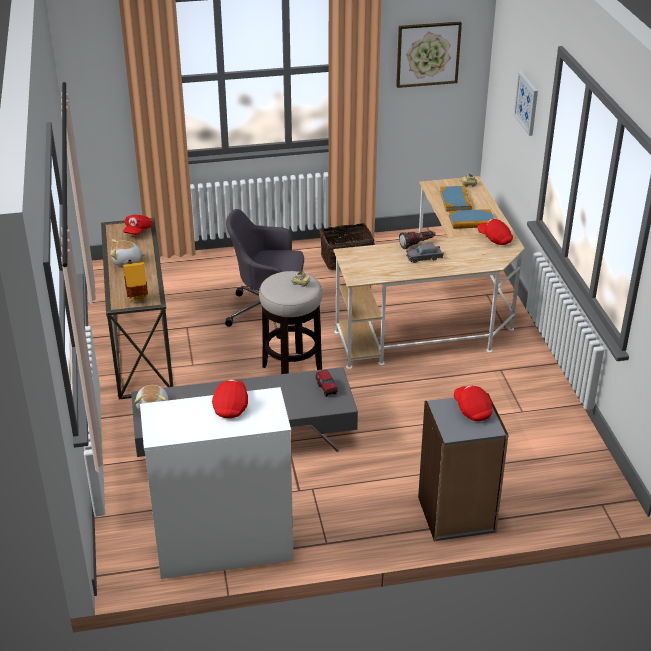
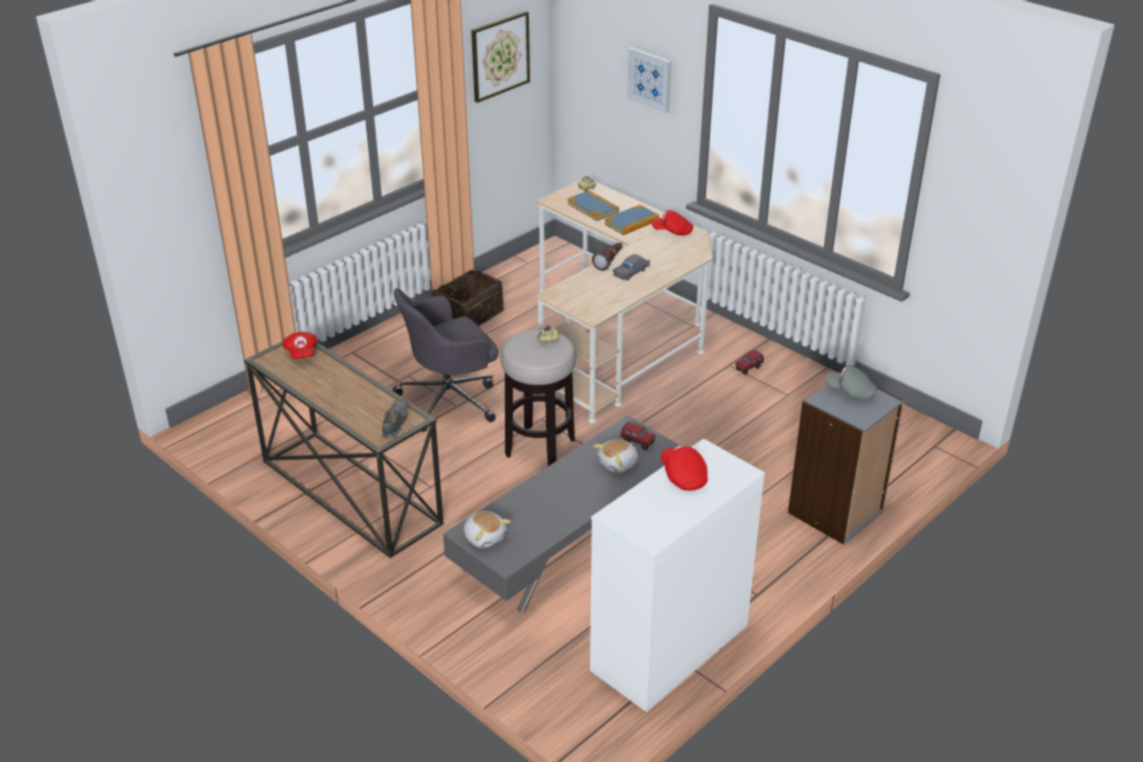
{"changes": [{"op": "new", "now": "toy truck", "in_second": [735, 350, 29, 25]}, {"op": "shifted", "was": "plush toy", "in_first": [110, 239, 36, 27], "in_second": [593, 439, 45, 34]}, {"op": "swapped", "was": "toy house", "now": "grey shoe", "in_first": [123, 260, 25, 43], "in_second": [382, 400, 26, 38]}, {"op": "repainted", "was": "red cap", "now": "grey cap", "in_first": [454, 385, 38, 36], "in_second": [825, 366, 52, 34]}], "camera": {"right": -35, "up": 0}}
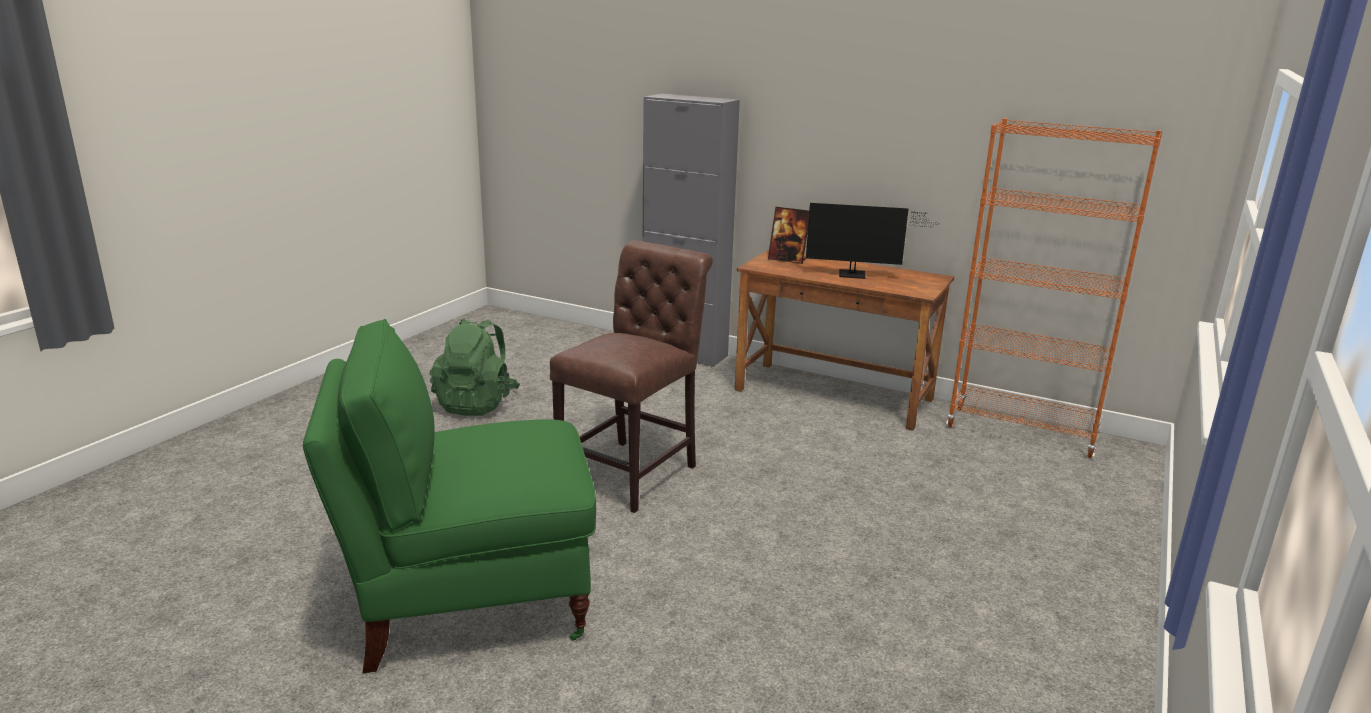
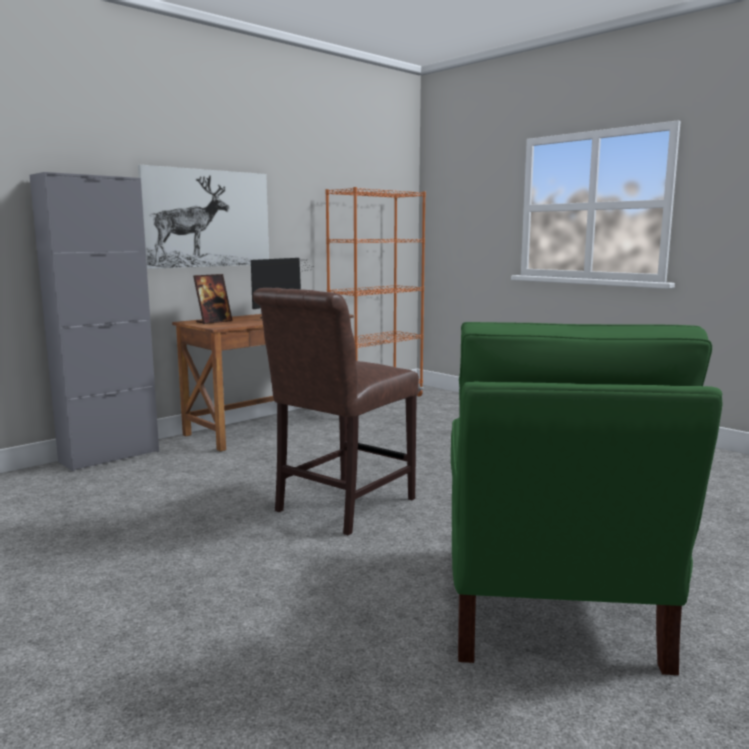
{"changes": [{"op": "gone", "was": "green backpack", "in_first": [430, 318, 90, 98]}, {"op": "new", "now": "picture", "in_second": [138, 165, 131, 104]}, {"op": "rotated", "was": "brown chair", "in_first": [550, 240, 163, 273], "in_second": [253, 288, 166, 247], "clockwise": -105}], "camera": {"right": -70, "up": -10}}
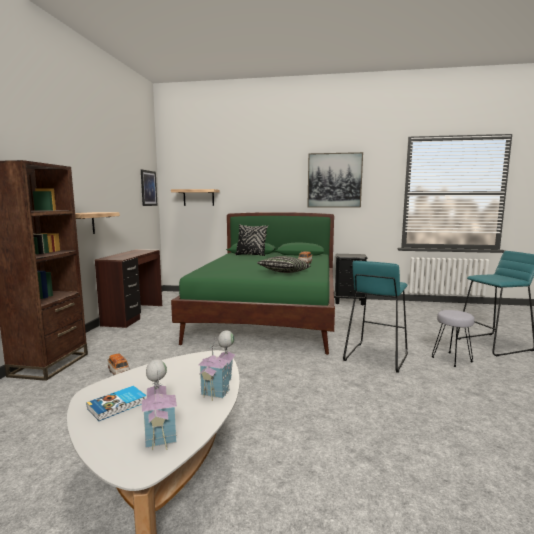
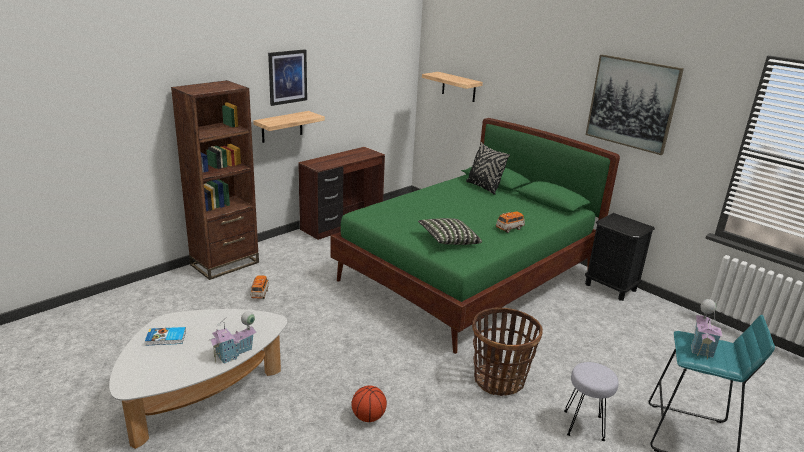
{"changes": [{"op": "new", "now": "basketball", "in_second": [351, 385, 36, 37]}, {"op": "shifted", "was": "picture", "in_first": [141, 170, 17, 36], "in_second": [268, 49, 39, 57]}, {"op": "shifted", "was": "toy house", "in_first": [142, 360, 36, 90], "in_second": [691, 299, 32, 61]}, {"op": "swapped", "was": "turquoise stool", "now": "basket", "in_first": [343, 261, 65, 112], "in_second": [472, 308, 71, 88]}], "camera": {"right": 35, "up": 15}}
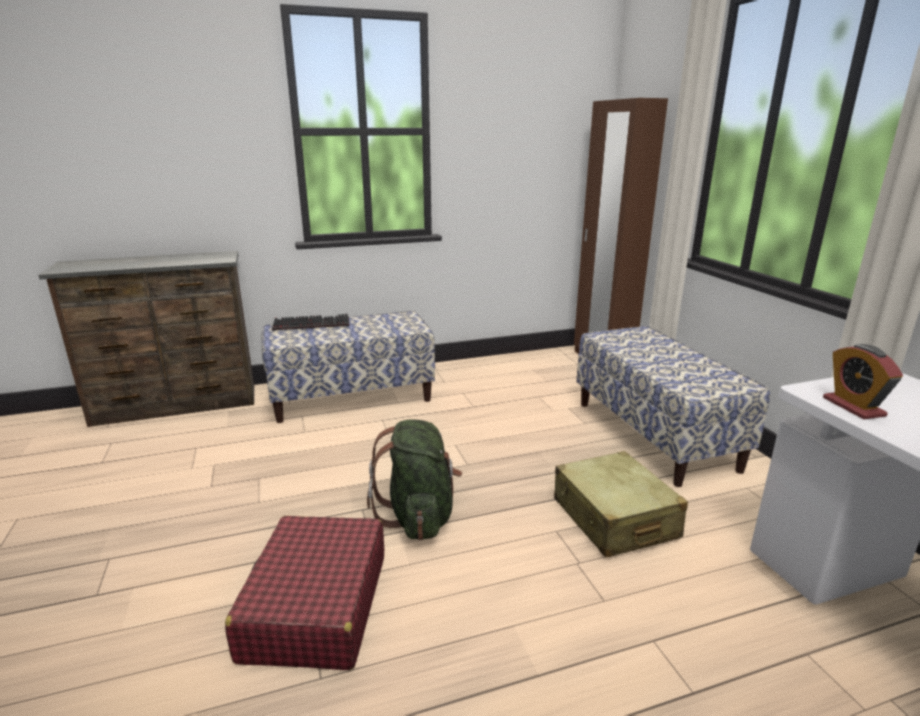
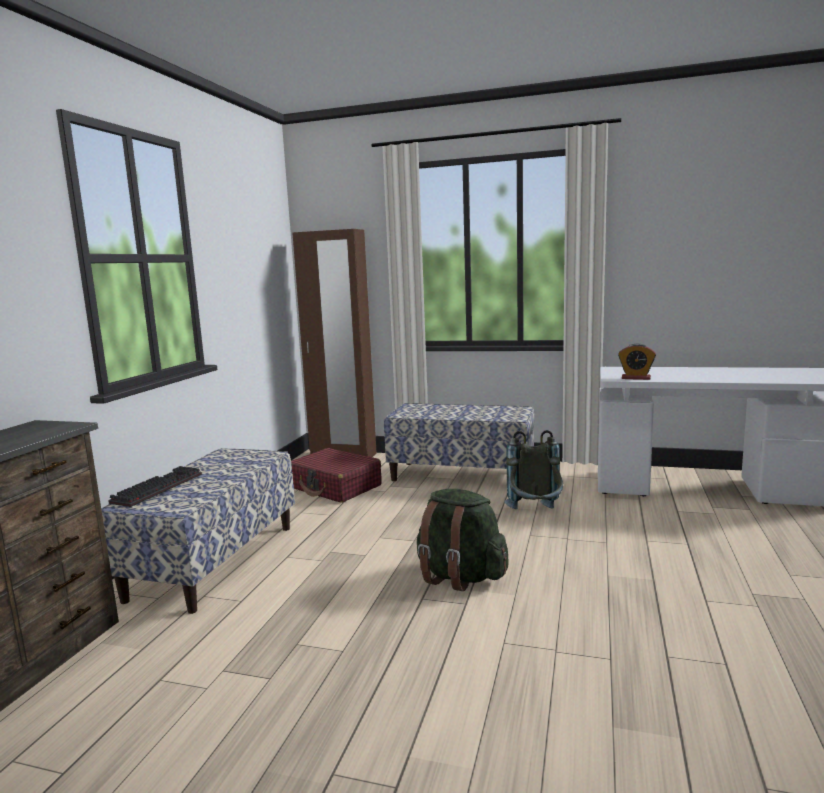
{"changes": [{"op": "shifted", "was": "red suitcase", "in_first": [225, 516, 159, 154], "in_second": [291, 448, 91, 55]}, {"op": "swapped", "was": "beige suitcase", "now": "grey backpack", "in_first": [554, 451, 134, 107], "in_second": [504, 430, 59, 79]}], "camera": {"right": -55, "up": -10}}
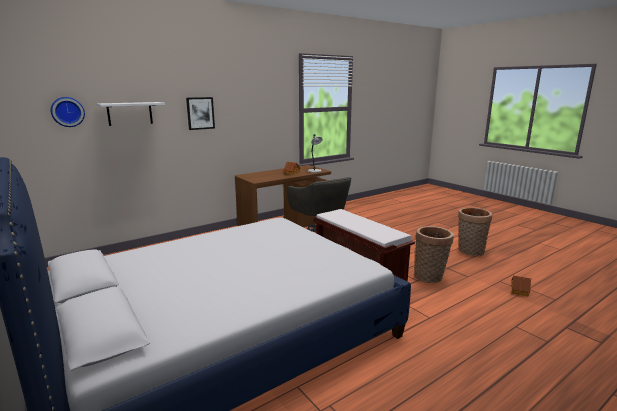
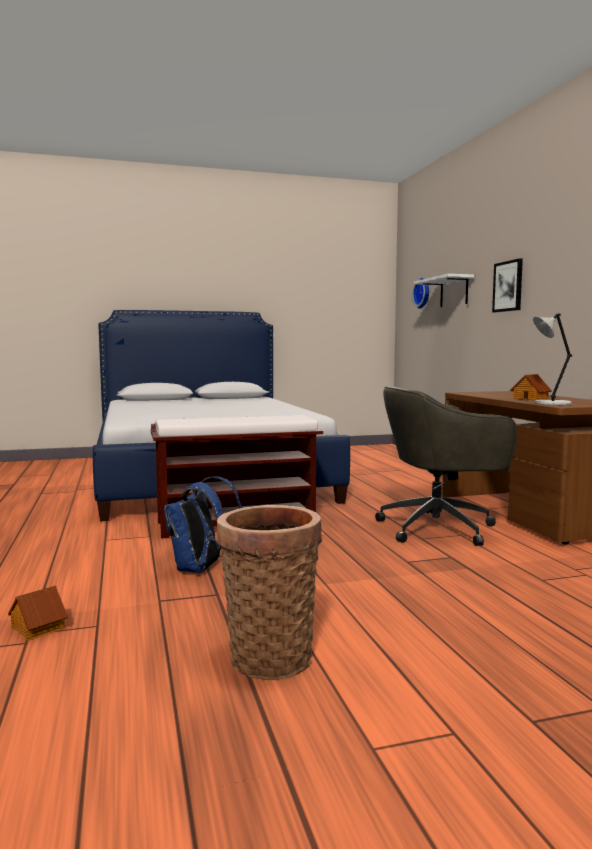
{"changes": [{"op": "swapped", "was": "basket", "now": "blue backpack", "in_first": [414, 226, 40, 57], "in_second": [164, 476, 78, 97]}], "camera": {"right": 110, "up": -10}}
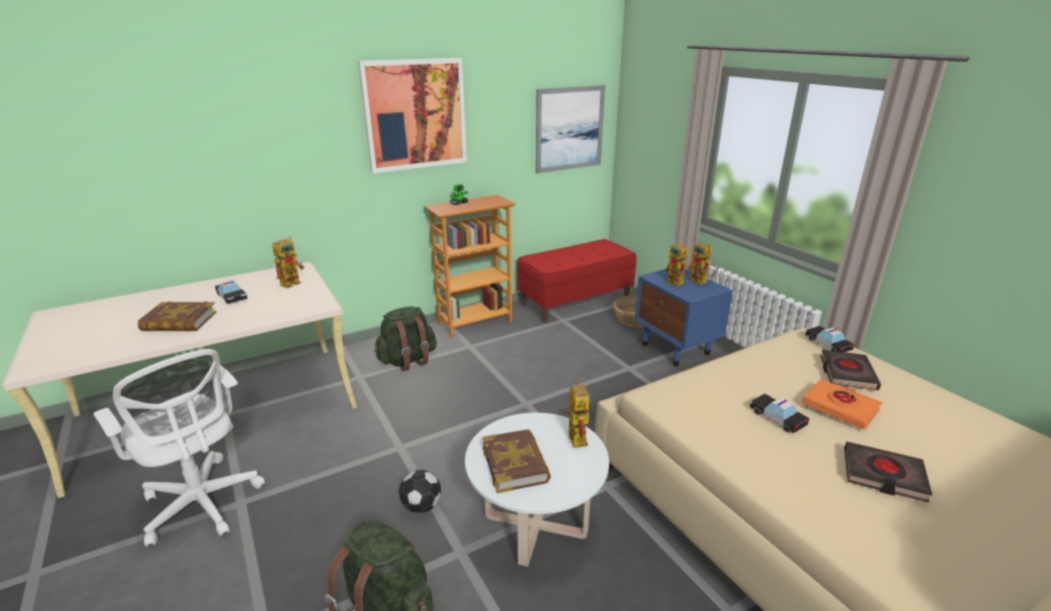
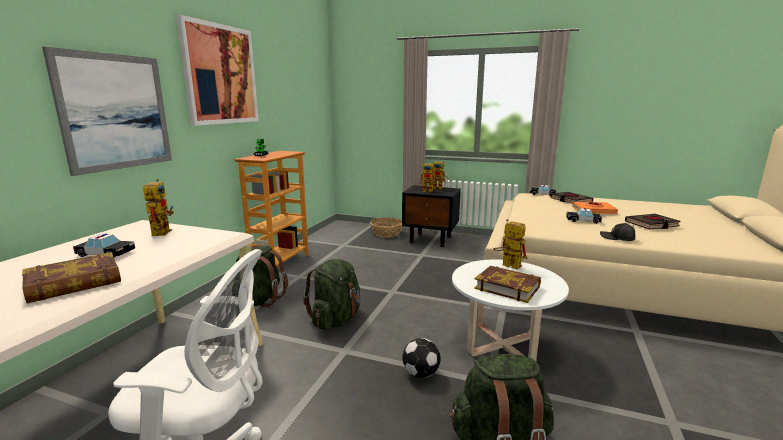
{"changes": [{"op": "gone", "was": "red bench", "in_first": [517, 239, 120, 83]}, {"op": "new", "now": "green backpack", "in_second": [303, 259, 57, 71]}, {"op": "new", "now": "black cap", "in_second": [600, 223, 35, 18]}, {"op": "shifted", "was": "picture", "in_first": [536, 85, 69, 88], "in_second": [42, 46, 130, 130]}, {"op": "repainted", "was": "blue nightstand", "now": "black nightstand", "in_first": [634, 269, 99, 98], "in_second": [402, 185, 59, 62]}], "camera": {"right": -40, "up": -10}}
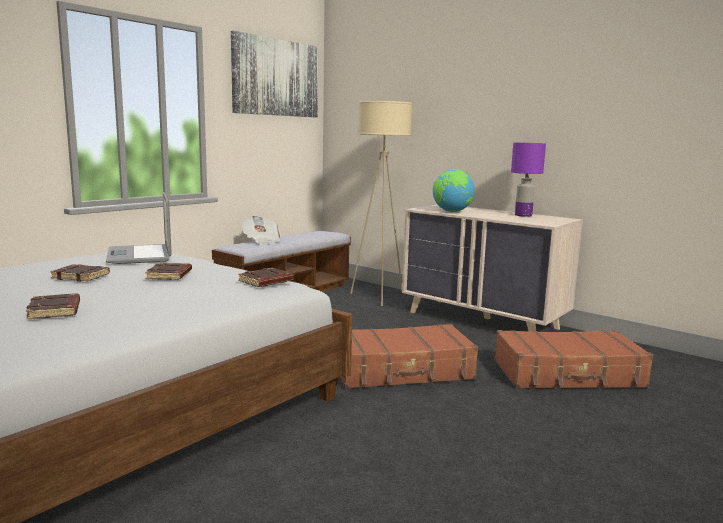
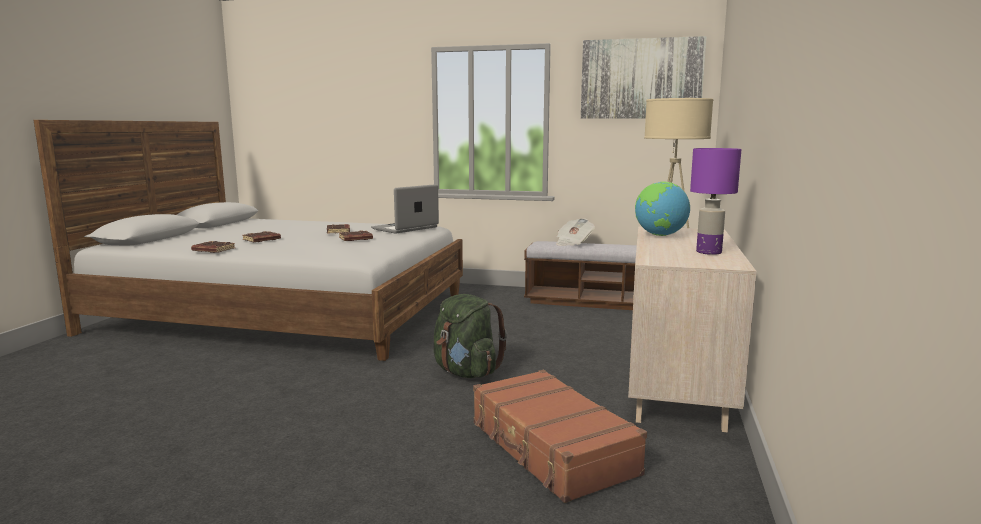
{"changes": [{"op": "shifted", "was": "brown book", "in_first": [238, 268, 56, 19], "in_second": [191, 241, 44, 12]}, {"op": "swapped", "was": "brown suitcase", "now": "green backpack", "in_first": [340, 324, 138, 65], "in_second": [433, 294, 74, 84]}], "camera": {"right": 65, "up": 0}}
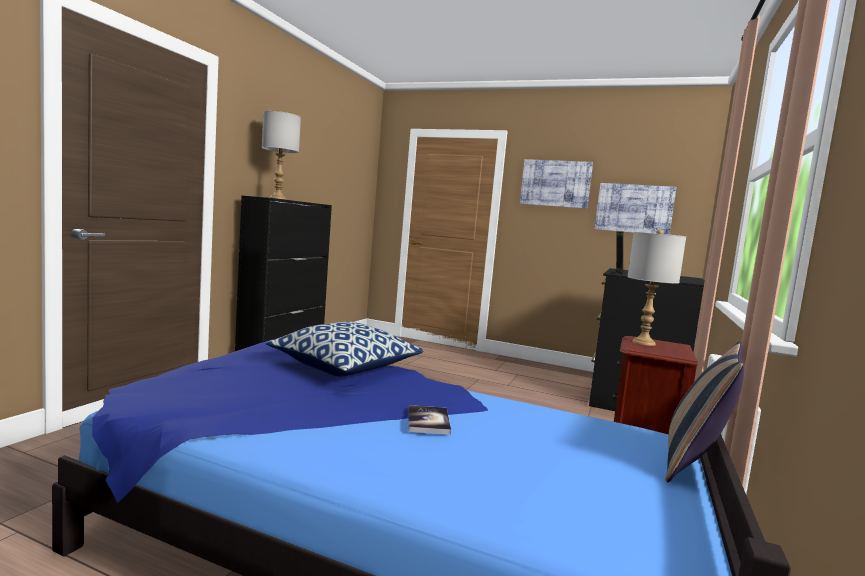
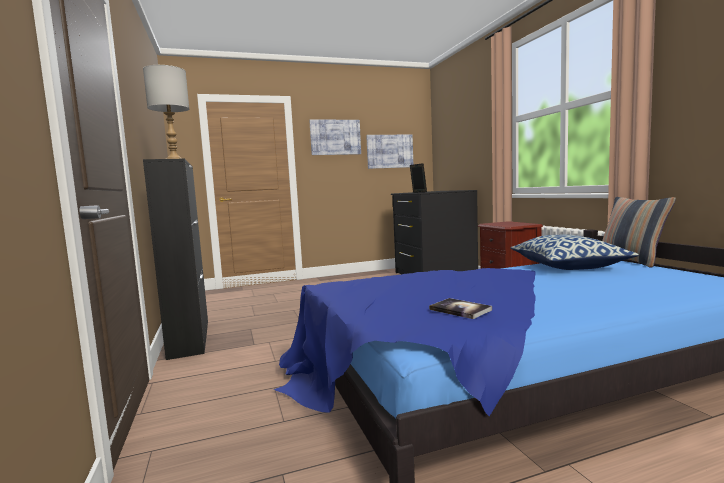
{"changes": [{"op": "gone", "was": "grey table lamp", "in_first": [628, 230, 58, 116]}, {"op": "shifted", "was": "pillow", "in_first": [266, 321, 158, 55], "in_second": [511, 235, 128, 35]}, {"op": "shifted", "was": "book", "in_first": [408, 405, 43, 30], "in_second": [429, 298, 63, 21]}], "camera": {"right": -40, "up": 0}}
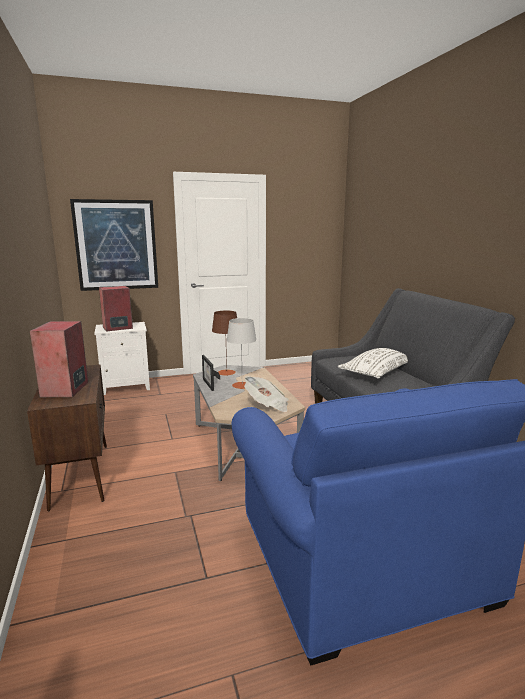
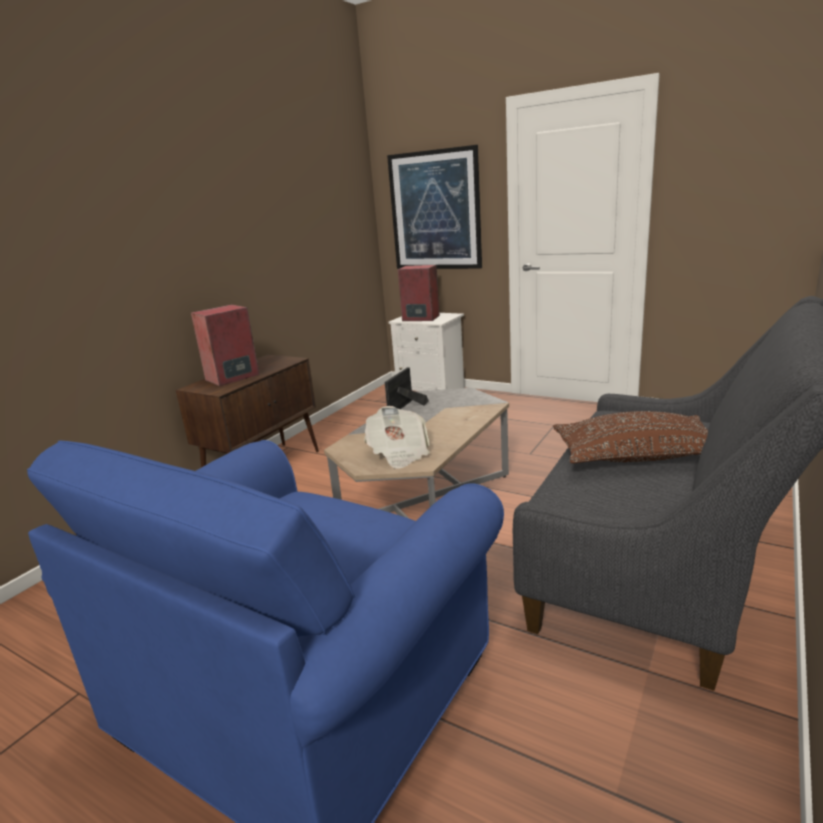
{"changes": [{"op": "gone", "was": "brown table lamp", "in_first": [212, 310, 25, 66]}, {"op": "gone", "was": "grey table lamp", "in_first": [226, 318, 31, 71]}, {"op": "repainted", "was": "white pillow", "now": "brown pillow", "in_first": [338, 348, 70, 31], "in_second": [553, 411, 155, 52]}], "camera": {"right": 50, "up": 5}}
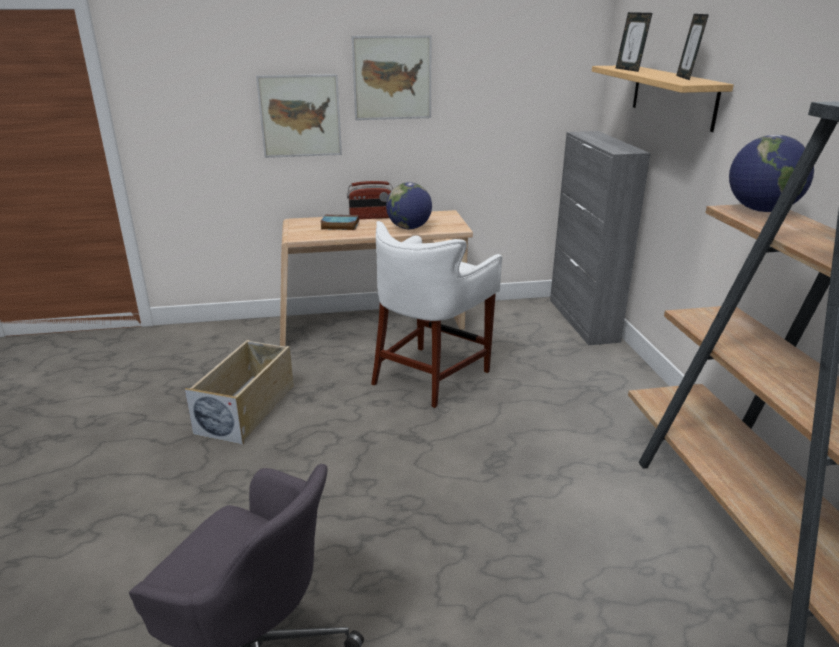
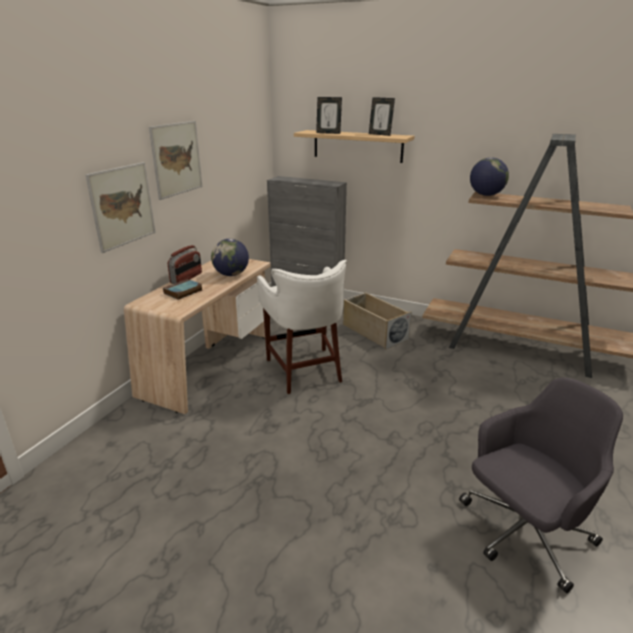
{"changes": [{"op": "shifted", "was": "beige storage box", "in_first": [185, 340, 109, 105], "in_second": [343, 292, 68, 58]}], "camera": {"right": -55, "up": 0}}
